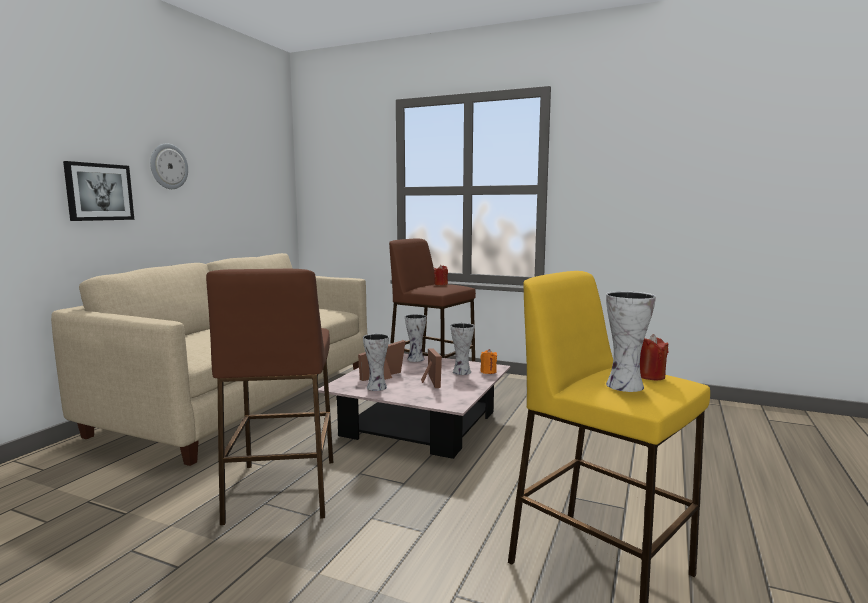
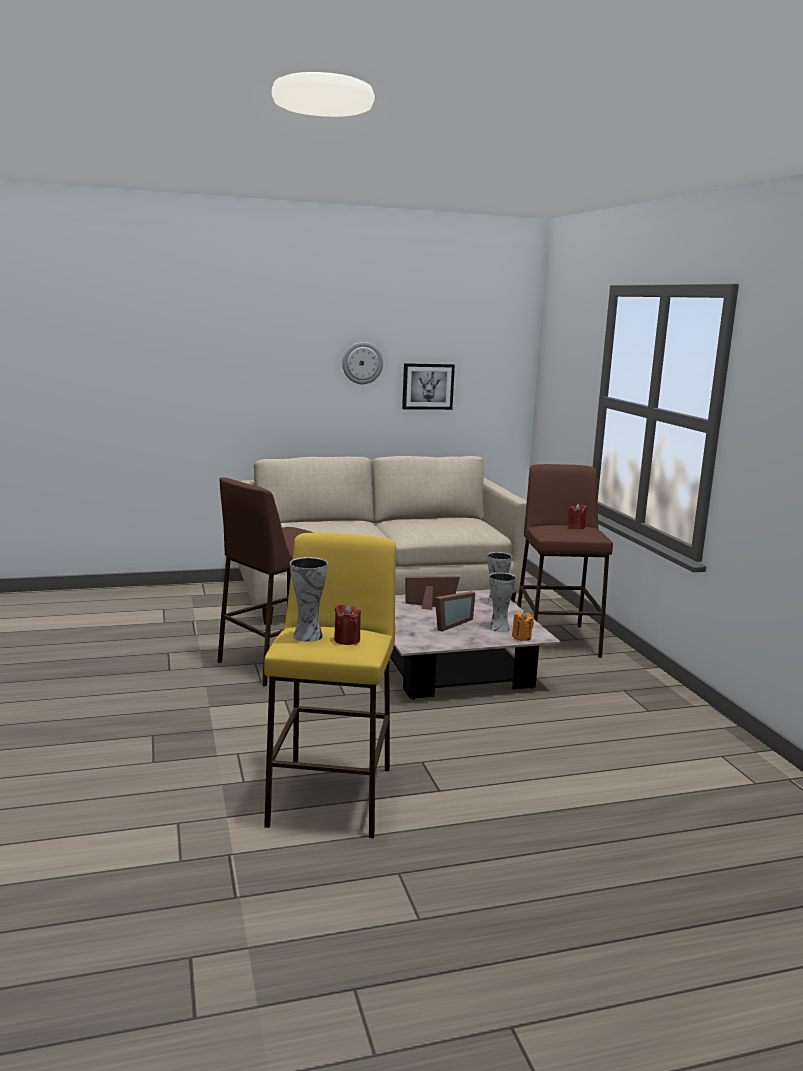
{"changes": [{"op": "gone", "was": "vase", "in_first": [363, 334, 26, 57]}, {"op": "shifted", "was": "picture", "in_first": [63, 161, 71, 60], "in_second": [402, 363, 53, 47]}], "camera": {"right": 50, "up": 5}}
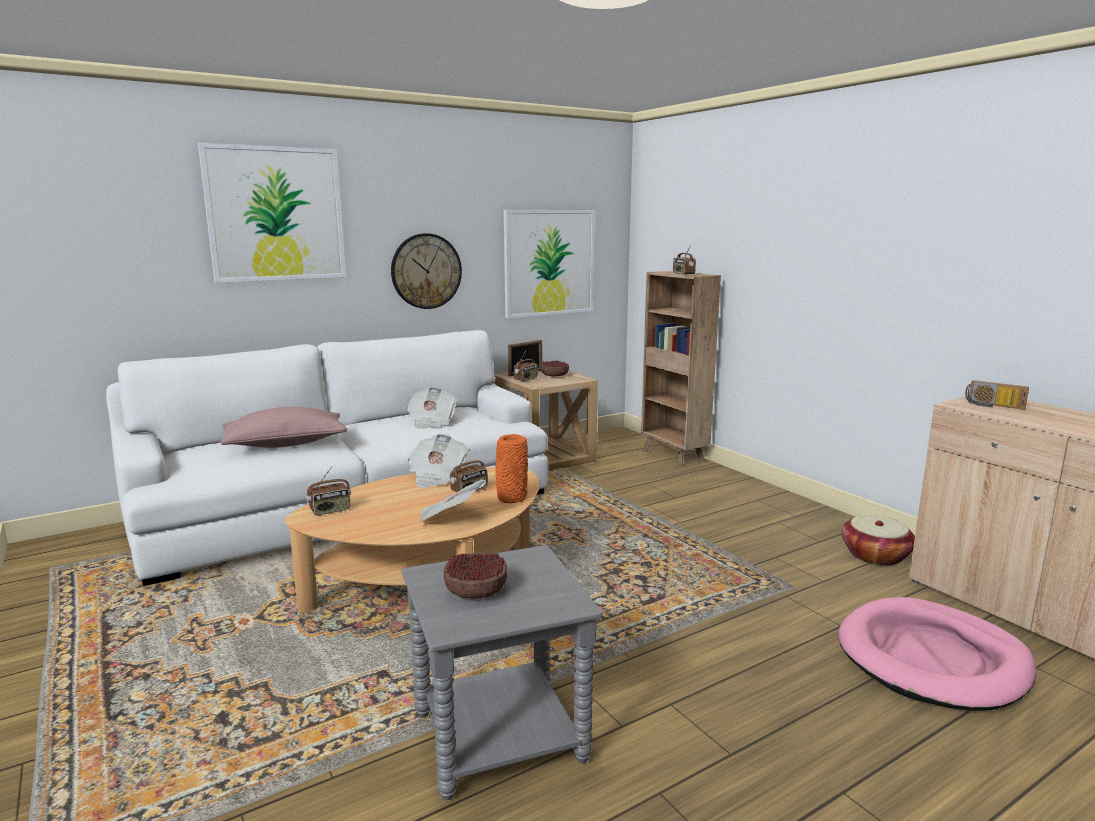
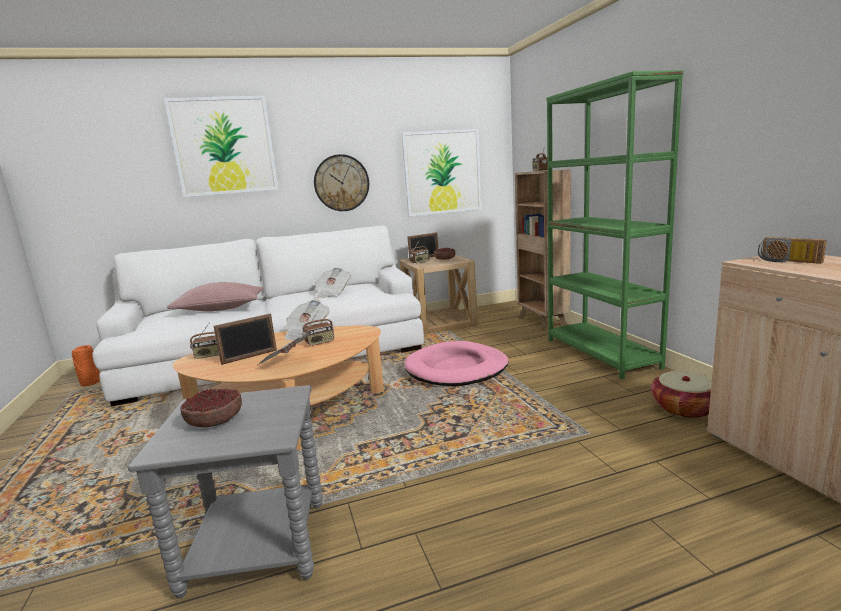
{"changes": [{"op": "new", "now": "picture frame", "in_second": [214, 314, 63, 51]}, {"op": "new", "now": "green bookcase", "in_second": [546, 70, 138, 309]}, {"op": "shifted", "was": "orange vase", "in_first": [496, 434, 32, 69], "in_second": [72, 345, 28, 41]}, {"op": "shifted", "was": "pink dog bed", "in_first": [838, 597, 198, 113], "in_second": [405, 341, 103, 45]}], "camera": {"right": 15, "up": 0}}
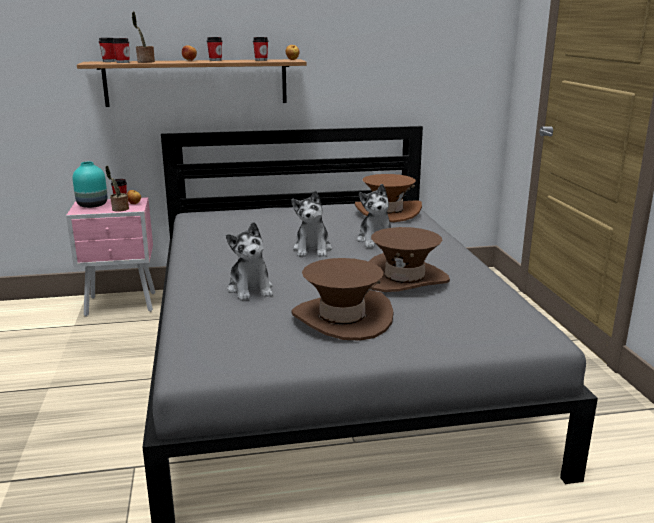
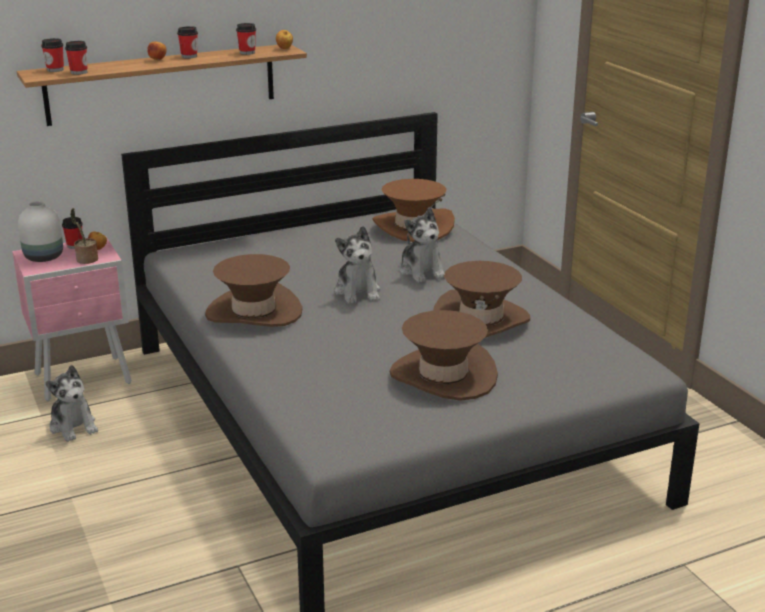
{"changes": [{"op": "gone", "was": "potted plant", "in_first": [132, 11, 23, 52]}, {"op": "new", "now": "brown hat", "in_second": [205, 254, 97, 73]}, {"op": "shifted", "was": "plush toy", "in_first": [226, 222, 47, 79], "in_second": [45, 365, 53, 77]}, {"op": "repainted", "was": "turquoise vase", "now": "white vase", "in_first": [73, 162, 34, 46], "in_second": [18, 201, 45, 61]}], "camera": {"right": -15, "up": 5}}
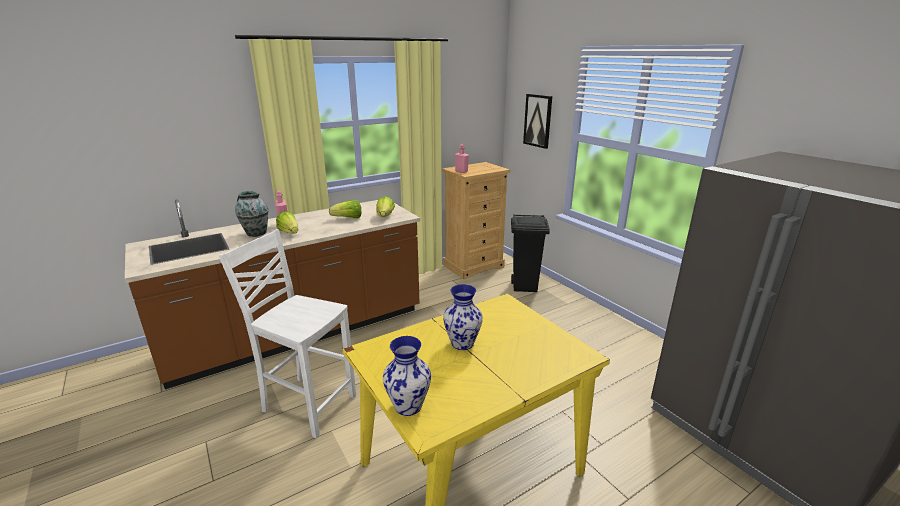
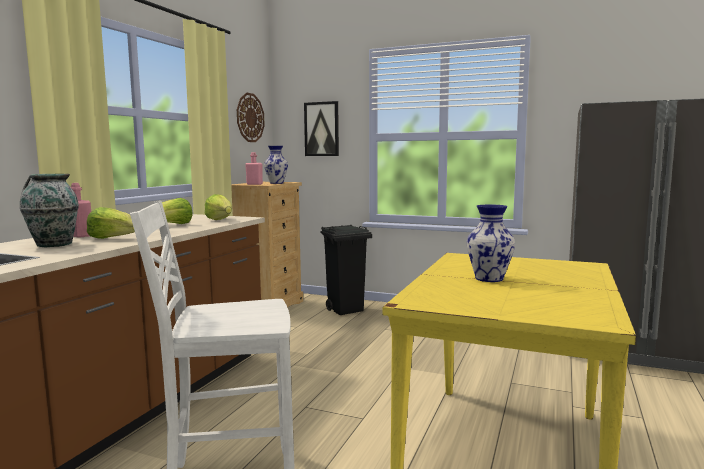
{"changes": [{"op": "new", "now": "wall clock", "in_second": [237, 93, 28, 49]}, {"op": "shifted", "was": "vase", "in_first": [383, 336, 48, 80], "in_second": [264, 146, 24, 38]}], "camera": {"right": -35, "up": -15}}
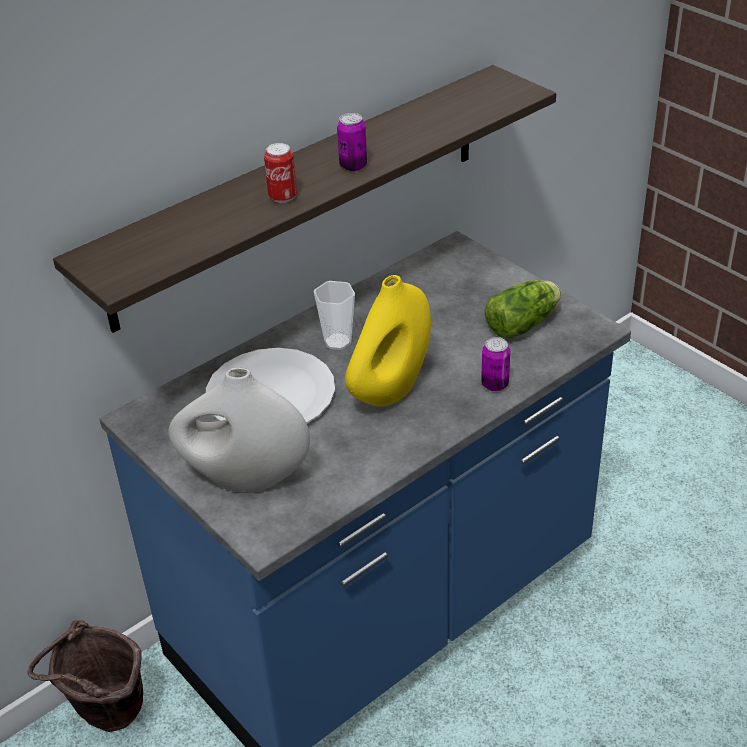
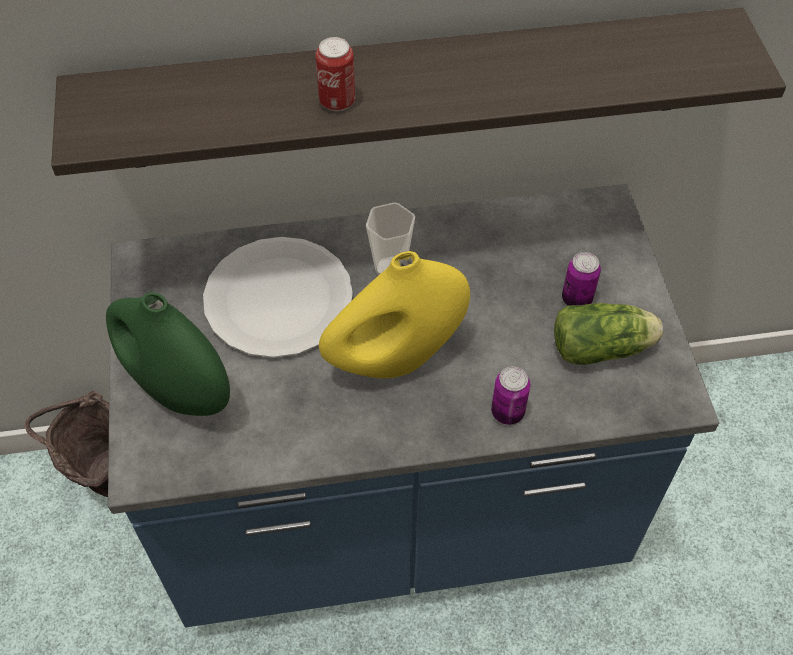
{"changes": [{"op": "shifted", "was": "can", "in_first": [337, 113, 30, 58], "in_second": [562, 252, 39, 53]}, {"op": "repainted", "was": "white vase", "now": "green vase", "in_first": [169, 368, 141, 125], "in_second": [106, 292, 124, 124]}], "camera": {"right": 30, "up": 15}}
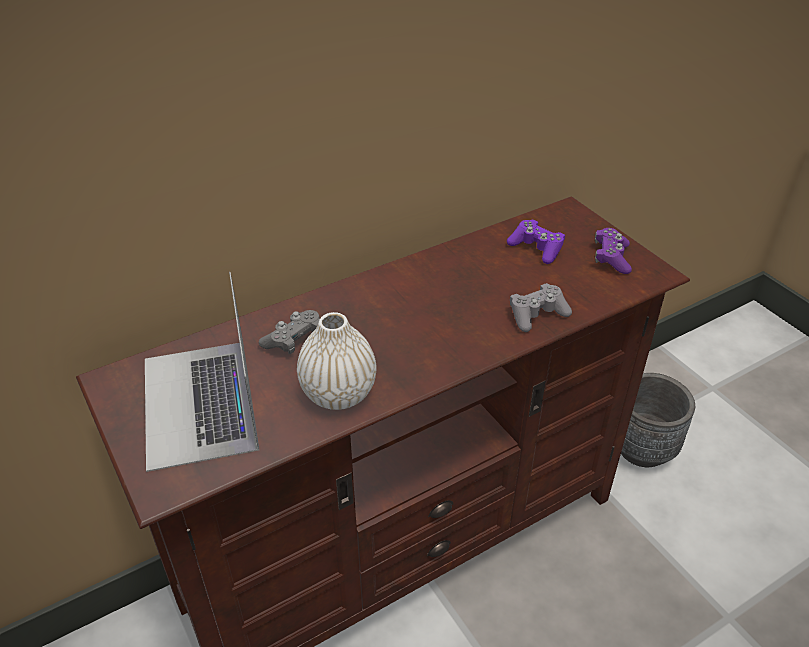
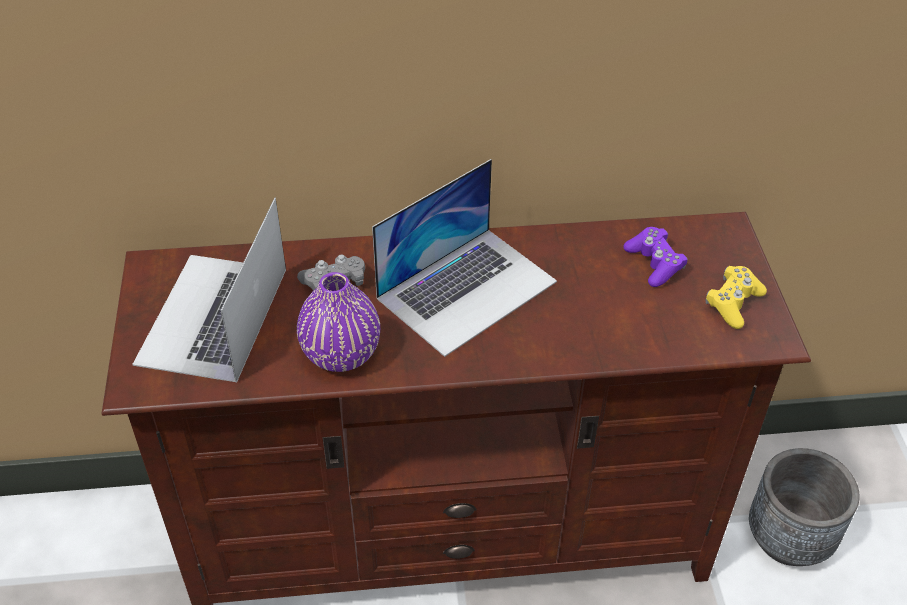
{"changes": [{"op": "gone", "was": "grey game controller", "in_first": [510, 283, 62, 49]}, {"op": "new", "now": "laptop", "in_second": [372, 159, 185, 198]}, {"op": "repainted", "was": "white vase", "now": "purple vase", "in_first": [297, 312, 79, 98], "in_second": [297, 272, 83, 100]}, {"op": "repainted", "was": "purple game controller", "now": "yellow game controller", "in_first": [595, 228, 37, 46], "in_second": [706, 266, 61, 63]}], "camera": {"right": 25, "up": 5}}
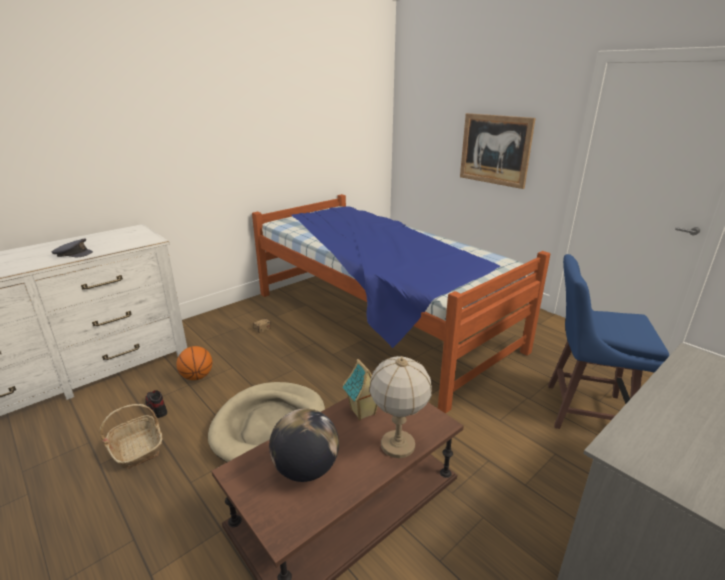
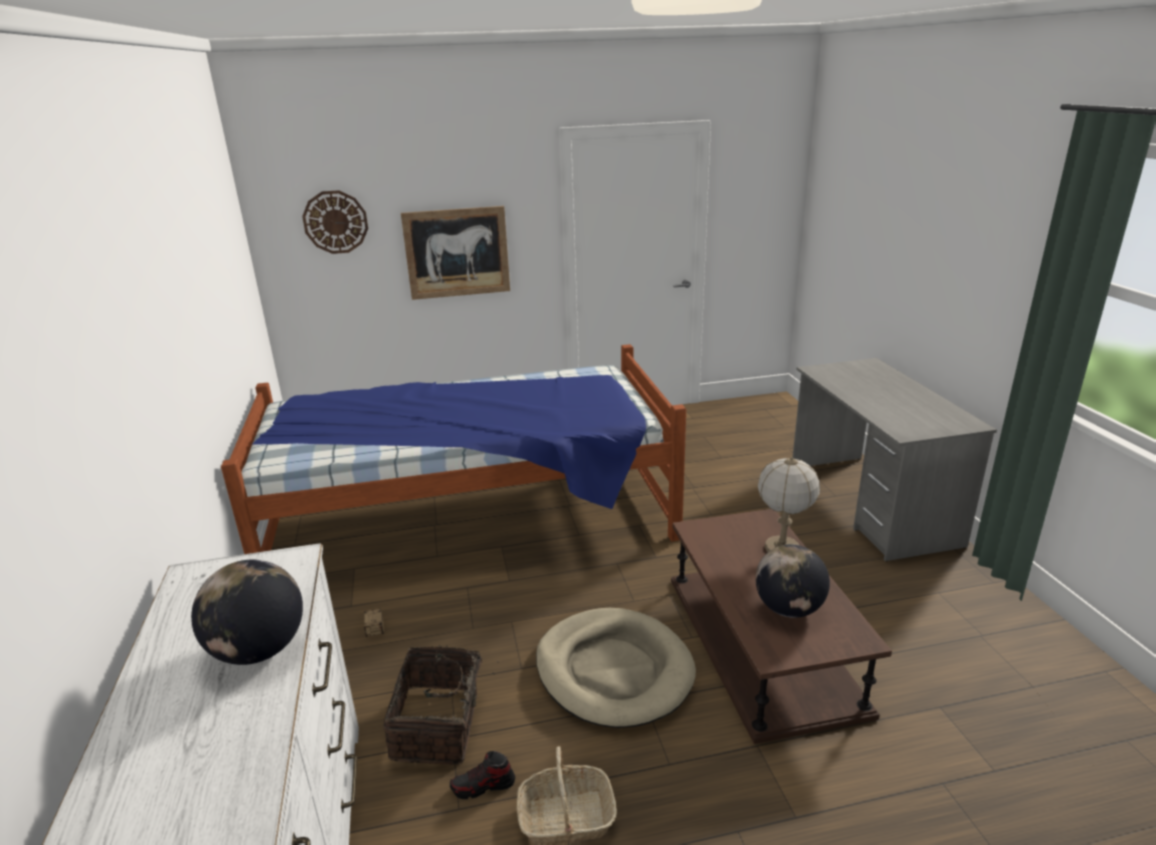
{"changes": [{"op": "gone", "was": "toy house", "in_first": [342, 359, 36, 61]}, {"op": "gone", "was": "blue stool", "in_first": [548, 254, 121, 175]}, {"op": "new", "now": "wall clock", "in_second": [302, 190, 66, 64]}, {"op": "swapped", "was": "grey cap", "now": "globe", "in_first": [52, 239, 41, 18], "in_second": [191, 560, 112, 105]}, {"op": "swapped", "was": "basketball", "now": "basket", "in_first": [176, 346, 36, 34], "in_second": [383, 645, 116, 120]}], "camera": {"right": -60, "up": 0}}
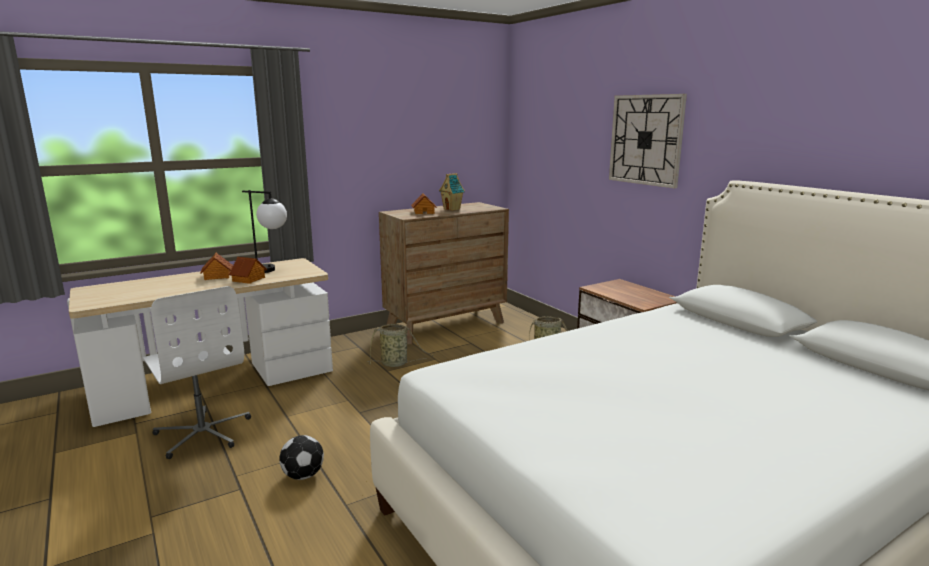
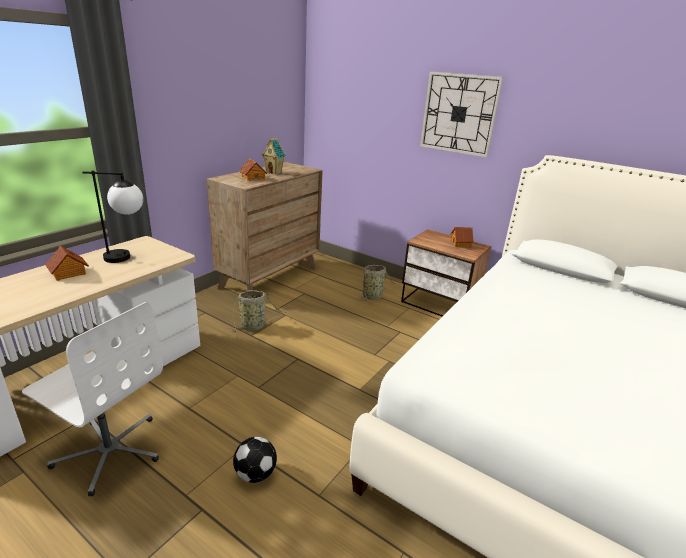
{"changes": [{"op": "shifted", "was": "toy house", "in_first": [229, 257, 38, 27], "in_second": [450, 227, 24, 21]}], "camera": {"right": -25, "up": 10}}
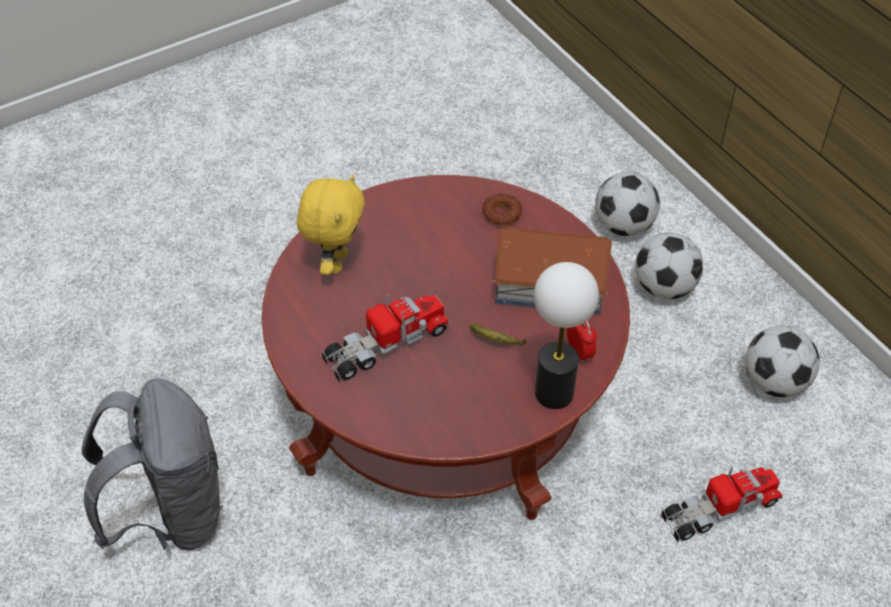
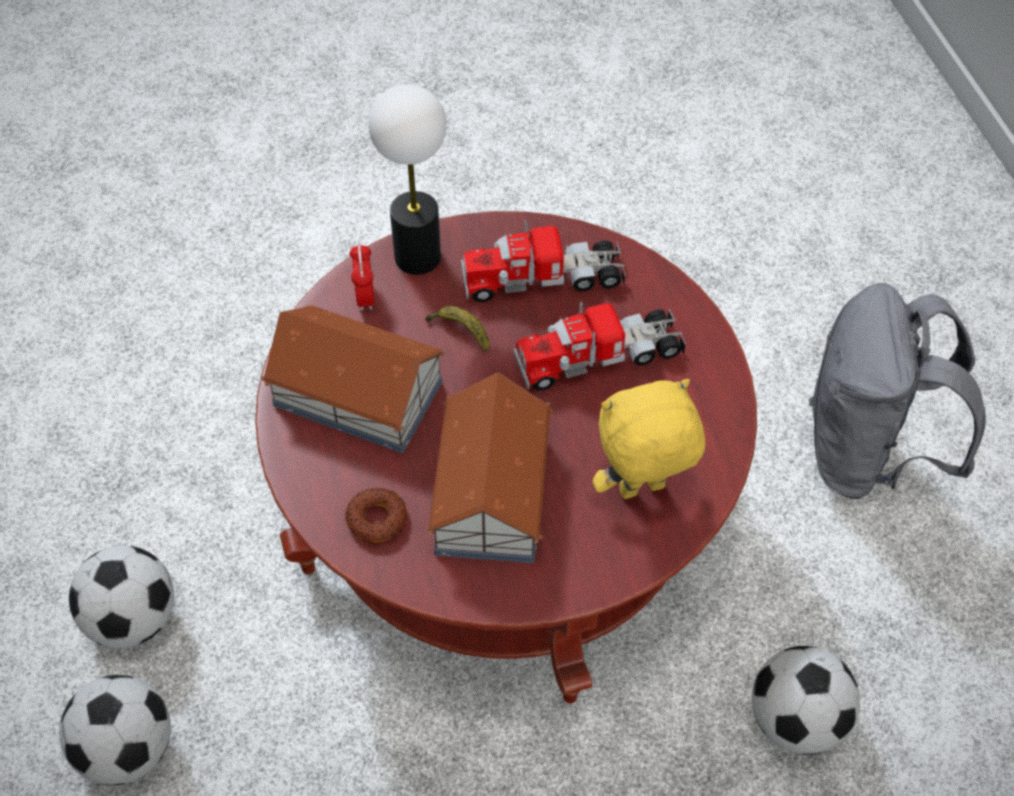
{"changes": [{"op": "new", "now": "toy house", "in_second": [426, 372, 127, 191]}, {"op": "shifted", "was": "toy truck", "in_first": [661, 467, 122, 75], "in_second": [461, 220, 165, 82]}, {"op": "shifted", "was": "football", "in_first": [745, 326, 75, 71], "in_second": [752, 646, 108, 109]}, {"op": "rotated", "was": "yellow plush toy", "in_first": [297, 174, 68, 101], "in_second": [593, 379, 112, 120], "clockwise": 45}], "camera": {"right": -165, "up": 5}}
